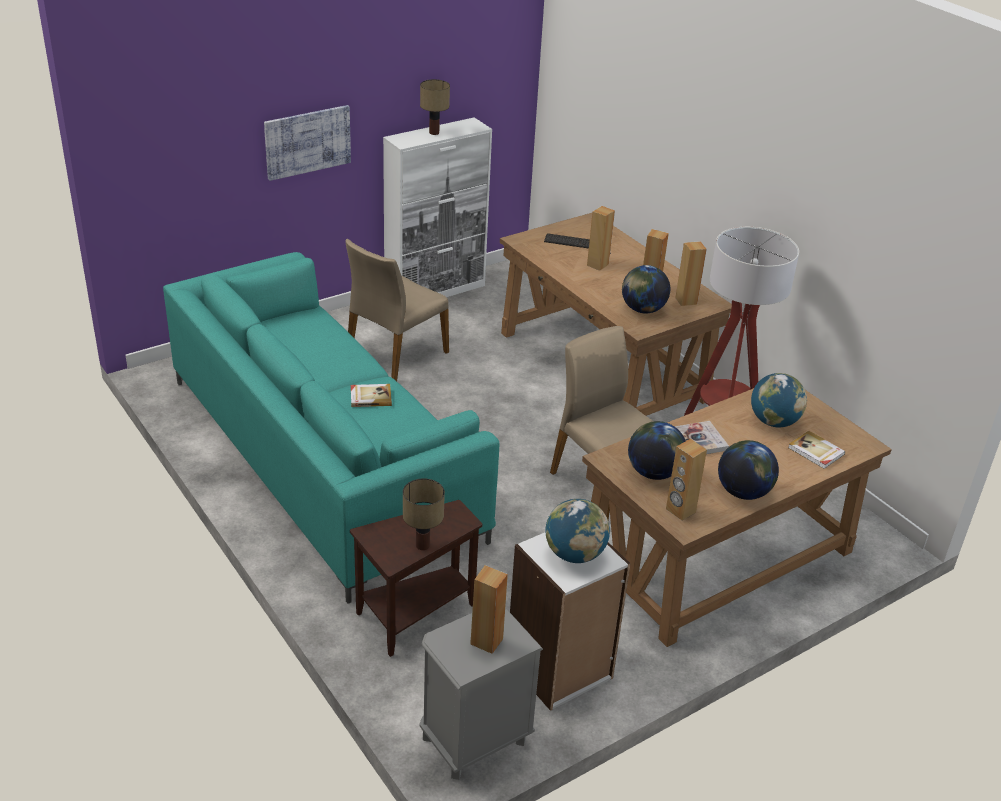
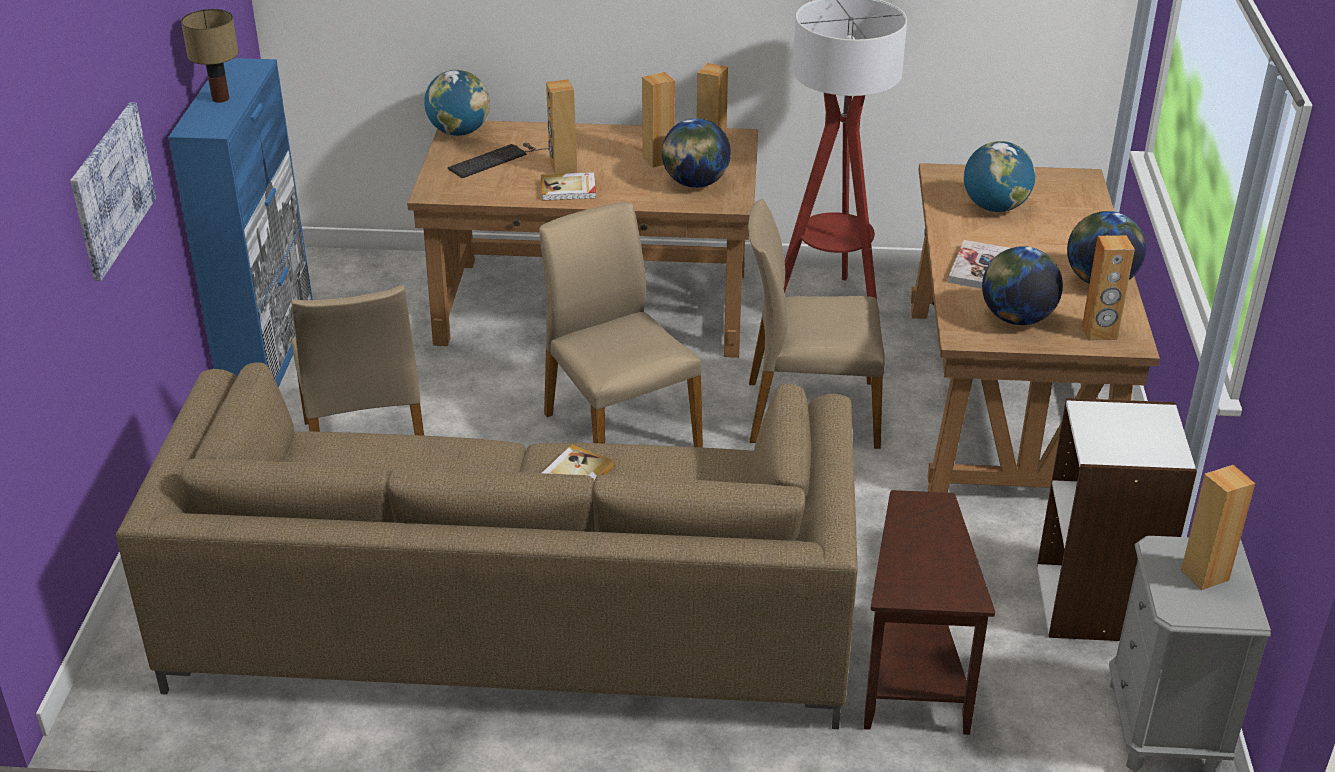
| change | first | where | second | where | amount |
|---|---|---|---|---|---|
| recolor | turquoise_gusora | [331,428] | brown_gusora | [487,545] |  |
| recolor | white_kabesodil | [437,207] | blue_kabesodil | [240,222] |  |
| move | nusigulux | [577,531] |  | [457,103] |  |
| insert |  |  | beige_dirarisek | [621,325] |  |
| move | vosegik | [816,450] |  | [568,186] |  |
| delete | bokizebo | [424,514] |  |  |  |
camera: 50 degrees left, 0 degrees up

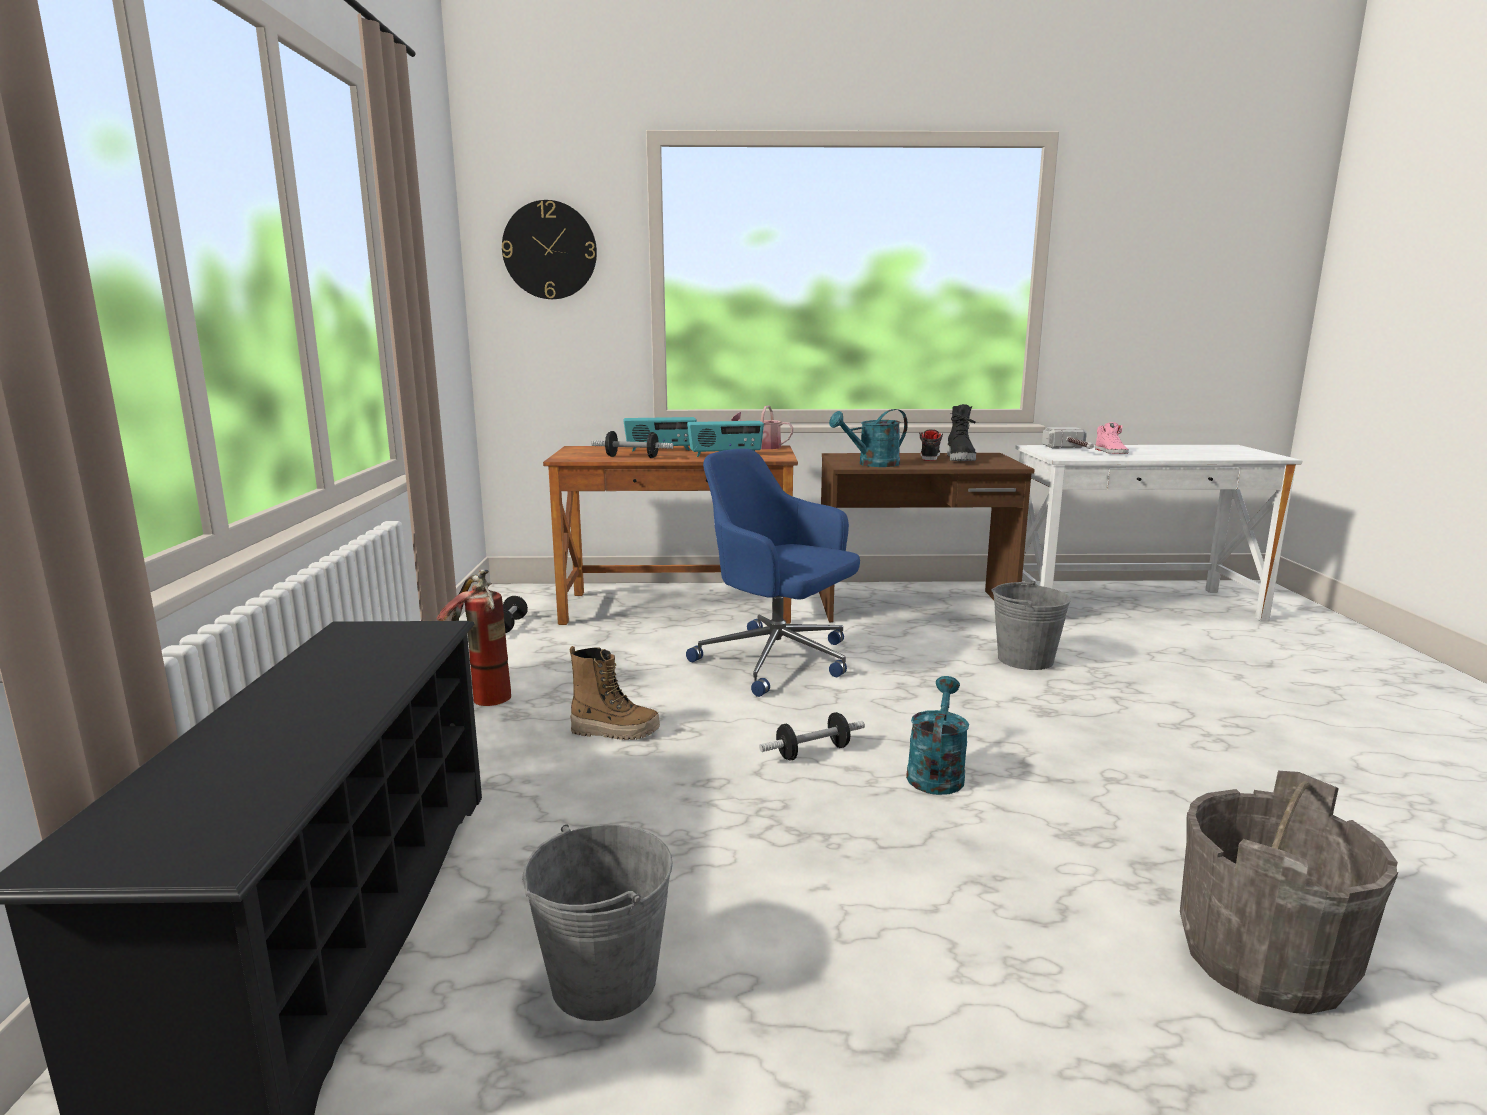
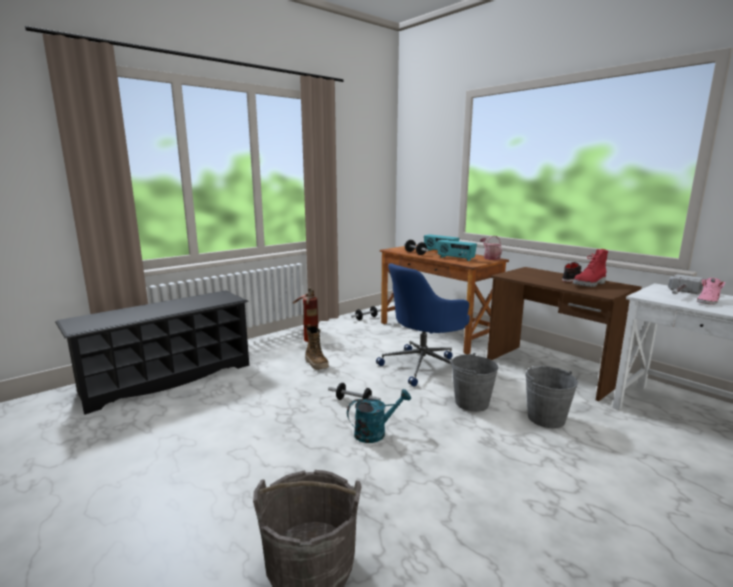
| change | first | where | second | where | amount |
|---|---|---|---|---|---|
| rotate | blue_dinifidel | [773,573] |  | [423,324] | 120 degrees counterclockwise |
| move | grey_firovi | [597,922] |  | [474,382] |  |
| recolor | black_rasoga | [961,432] | red_rasoga | [590,268] |  |
| delete | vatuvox | [549,249] |  |  |  |
| delete | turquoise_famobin | [868,438] |  |  |  |
camera: 50 degrees right, 0 degrees up

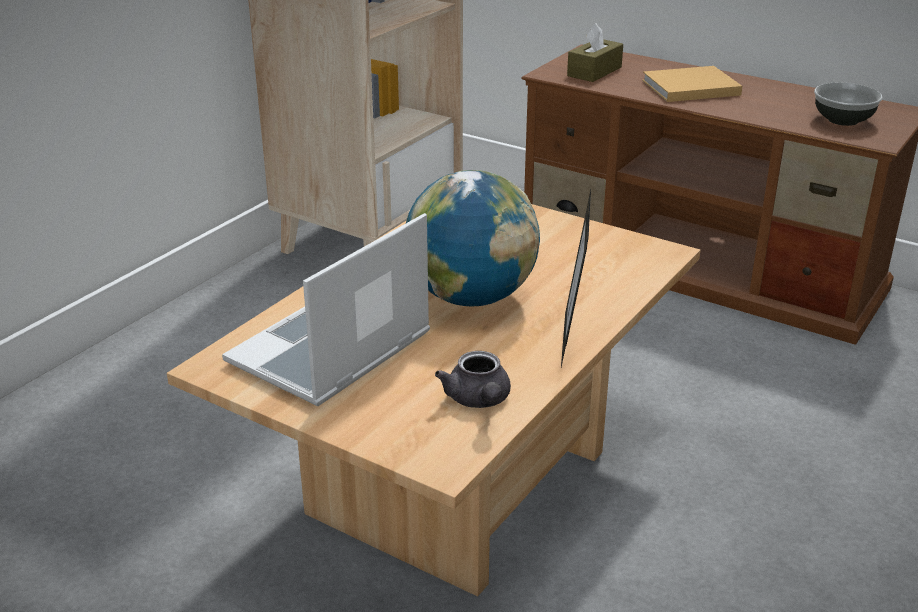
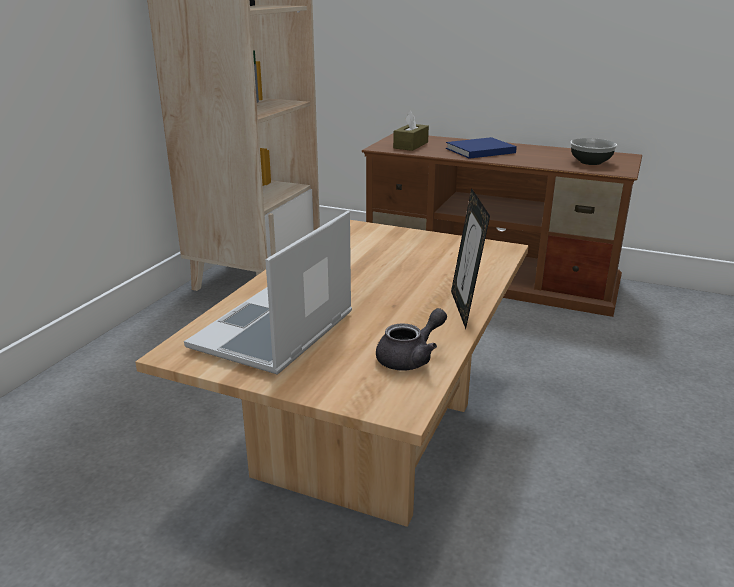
| change | first | where | second | where | amount |
|---|---|---|---|---|---|
| rotate | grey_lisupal | [473,379] |  | [411,339] | 105 degrees counterclockwise |
| recolor | beige_vosegik | [692,84] | blue_vosegik | [481,148] |  |
| delete | nusigulux | [473,238] |  |  |  |
camera: 10 degrees left, 5 degrees down

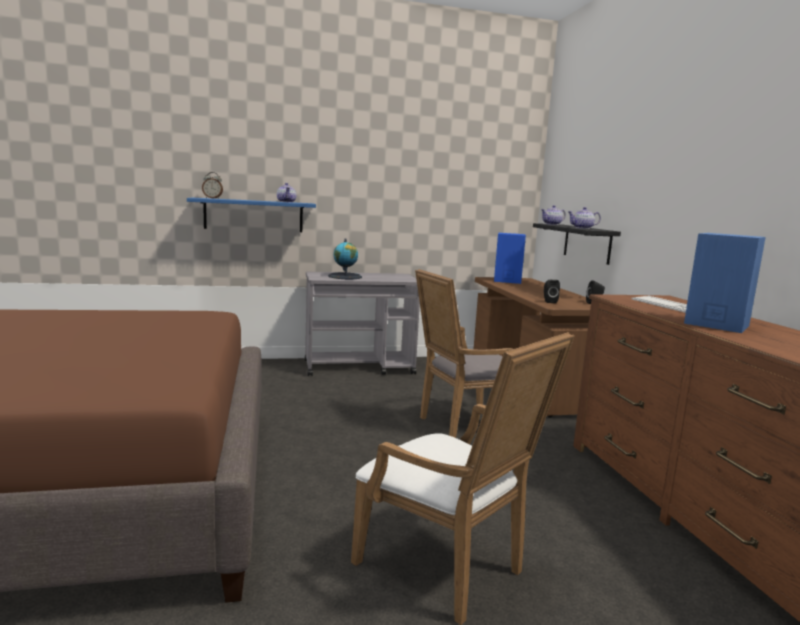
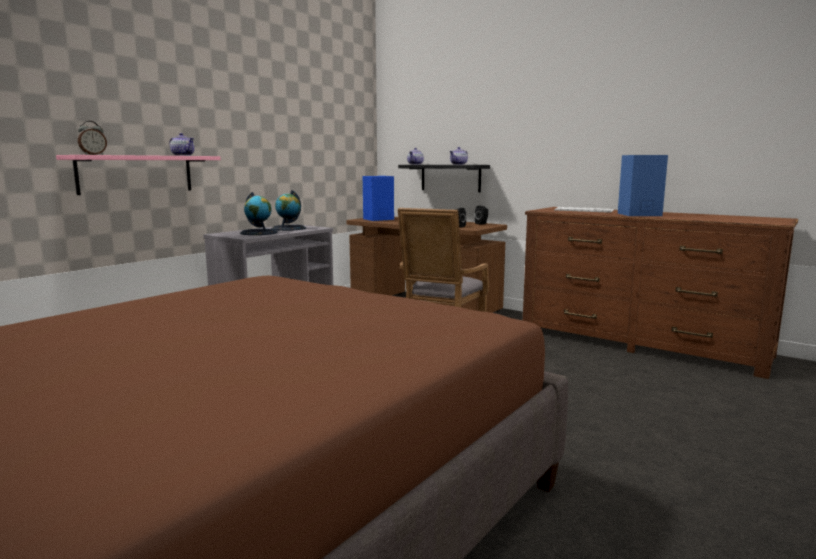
| change | first | where | second | where | amount |
|---|---|---|---|---|---|
| recolor | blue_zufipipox | [251,215] | pink_zufipipox | [138,175] |  |
| insert |  |  | nusigulux | [288,210] |  |
| delete | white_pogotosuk | [462,478] |  |  |  |
camera: 40 degrees left, 0 degrees up

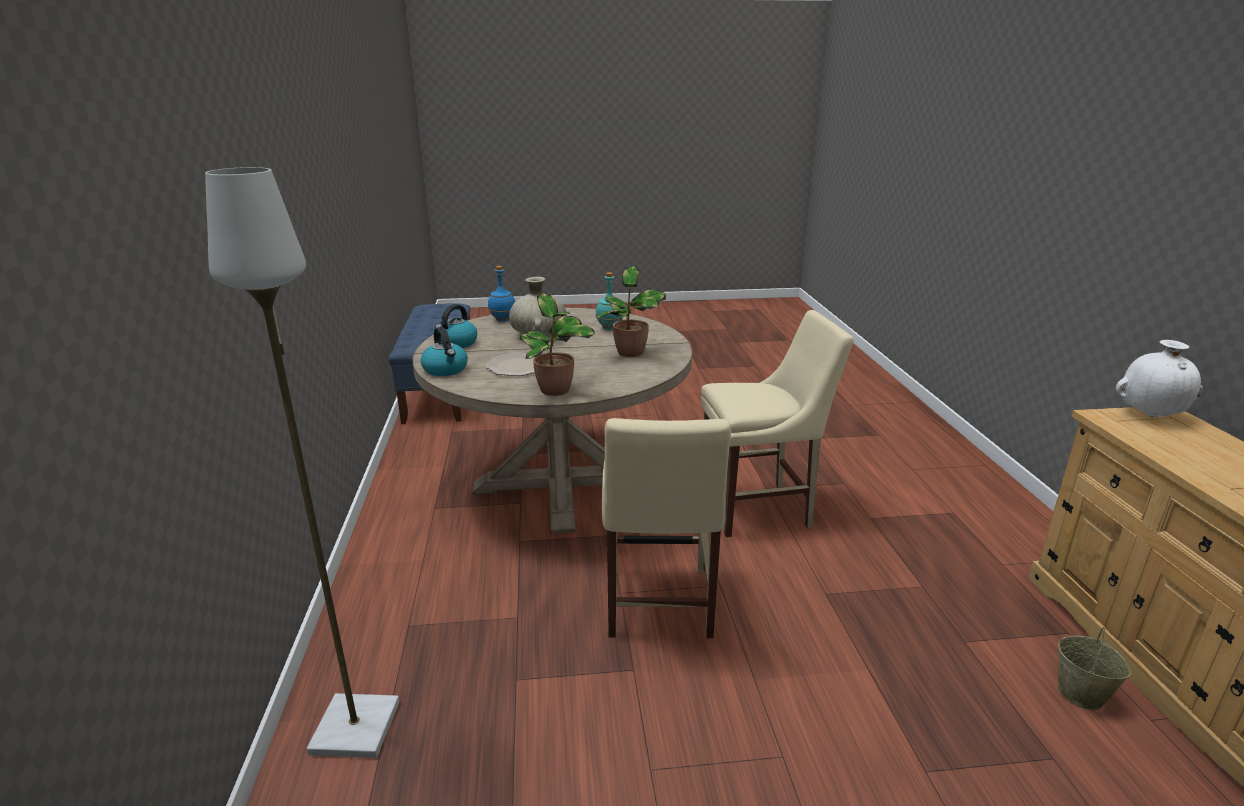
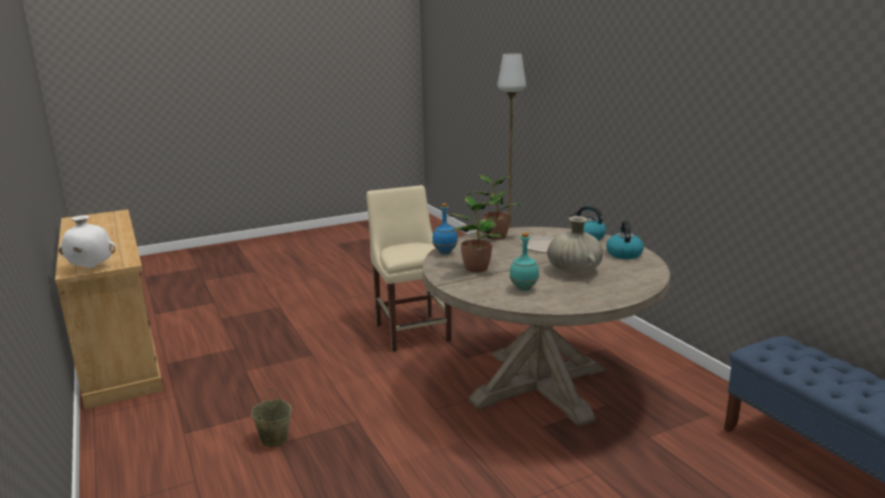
| change | first | where | second | where | amount |
|---|---|---|---|---|---|
| move | beige_firovi | [1095,668] |  | [271,418] |  |
| move | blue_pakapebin | [501,294] |  | [445,228] |  |
| delete | beige_dirarisek | [777,423] |  |  |  |
camera: 160 degrees right, 5 degrees down

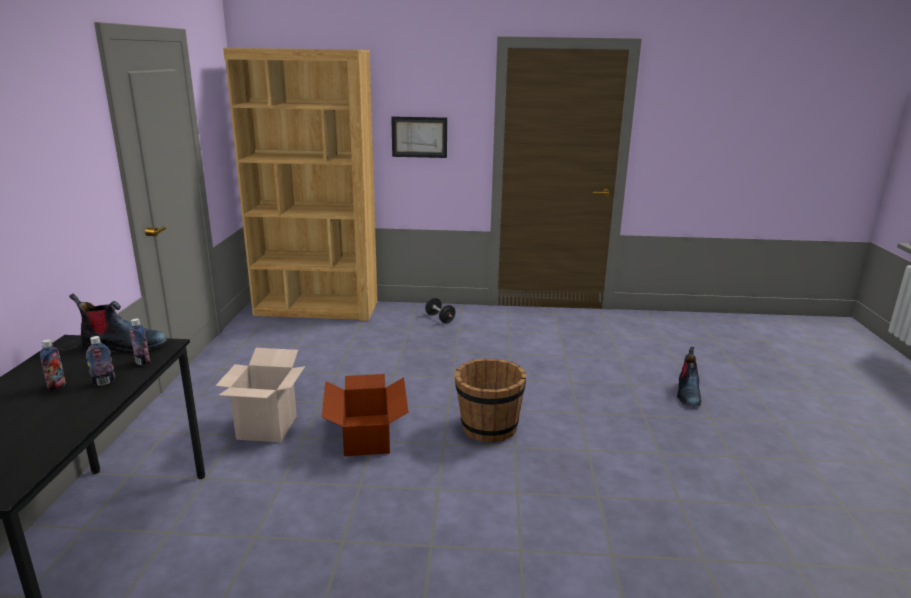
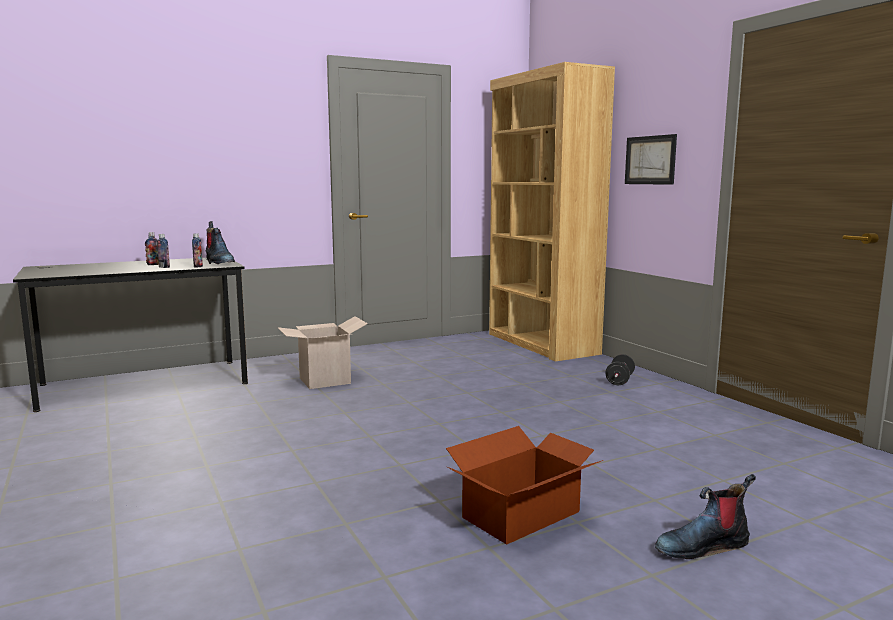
| change | first | where | second | where | amount |
|---|---|---|---|---|---|
| move | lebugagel | [365,415] |  | [524,485] |  |
| delete | brown_firovi | [490,400] |  |  |  |
camera: 60 degrees right, 10 degrees down

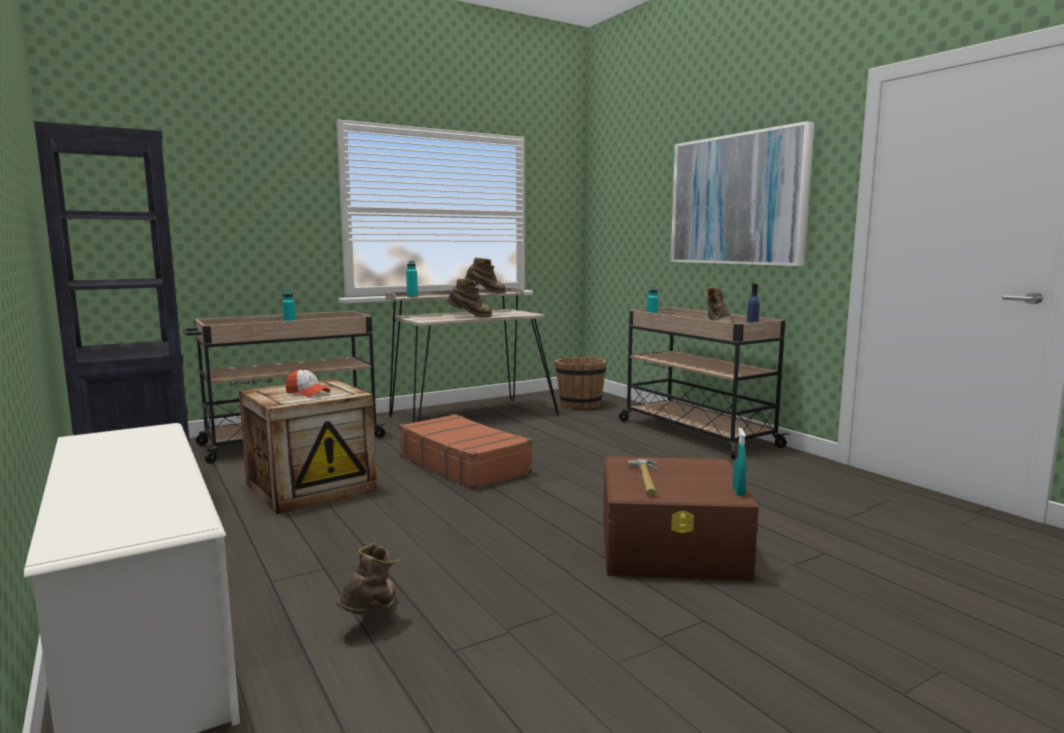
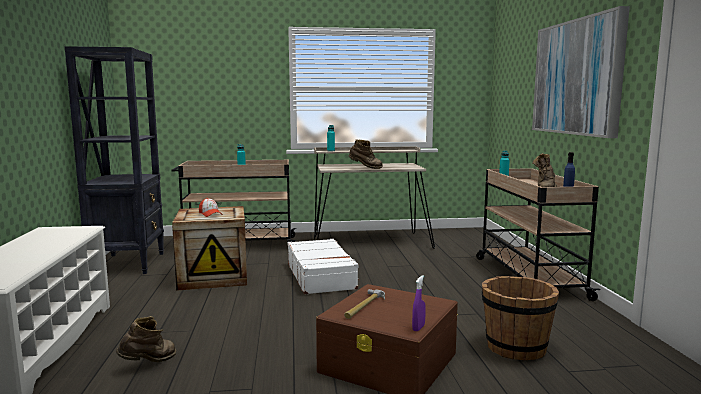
| change | first | where | second | where | amount |
|---|---|---|---|---|---|
| recolor | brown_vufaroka | [465,452] | white_vufaroka | [322,267] |  |
| recolor | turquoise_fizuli | [739,462] | purple_fizuli | [419,303] |  |
| move | brown_firovi | [581,383] |  | [520,318] |  |
| delete | brown_rasoga | [485,275] |  |  |  |
camera: 25 degrees right, 0 degrees up

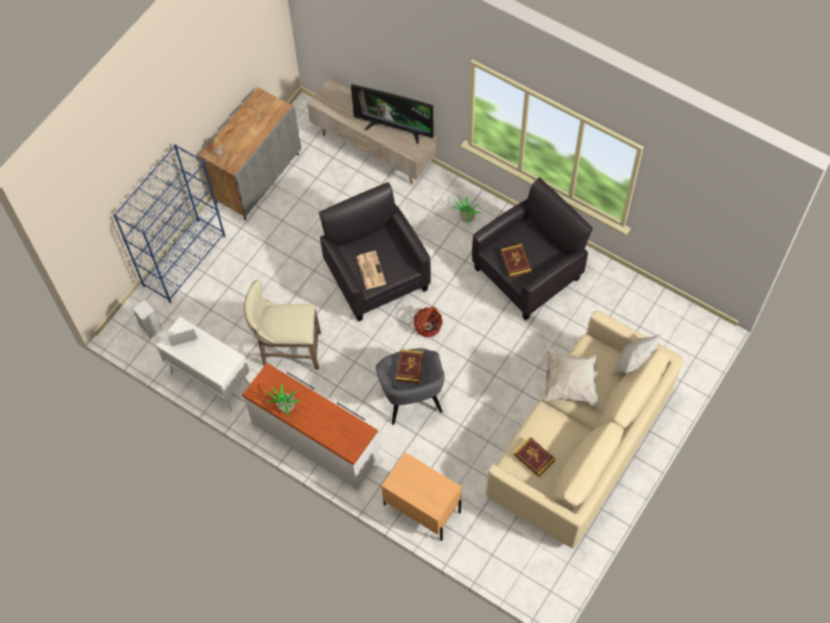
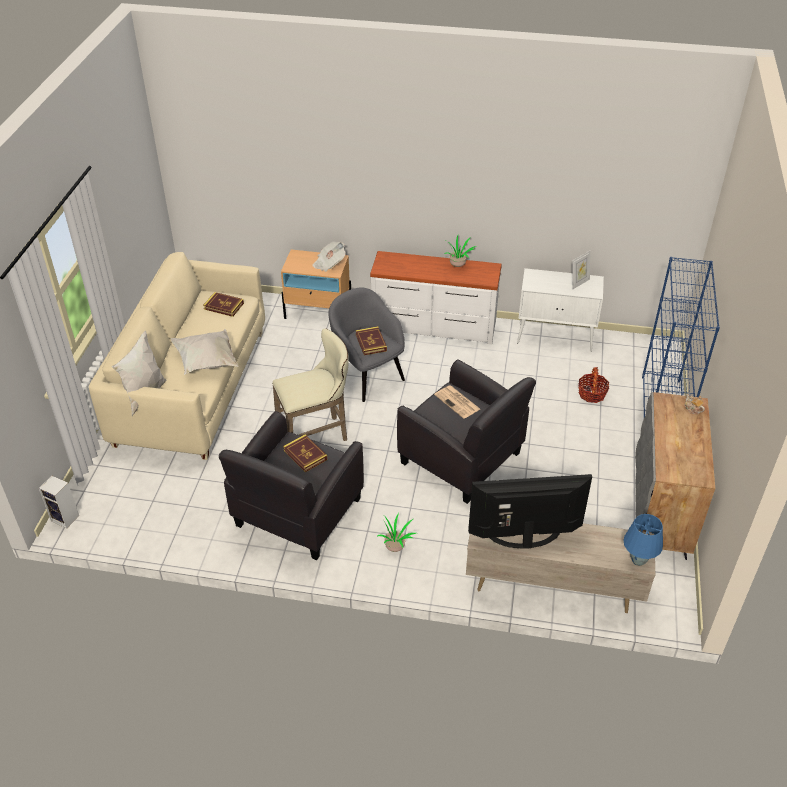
| change | first | where | second | where | amount |
|---|---|---|---|---|---|
| move | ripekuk | [147,318] |  | [59,502] |  |
| move | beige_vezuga | [282,325] |  | [310,385] |  |
| insert |  |  | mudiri | [329,256] |  |
| move | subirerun | [428,321] |  | [593,385] |  |
| insert |  |  | blue_bokizebo | [643,540] |  |
camera: 155 degrees right, 20 degrees down

